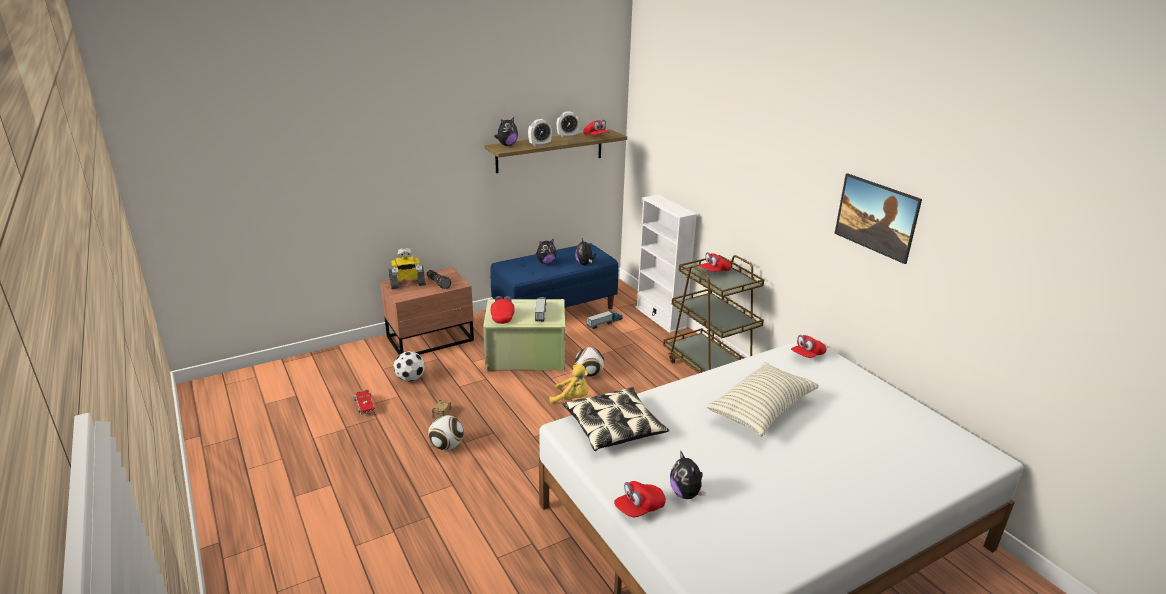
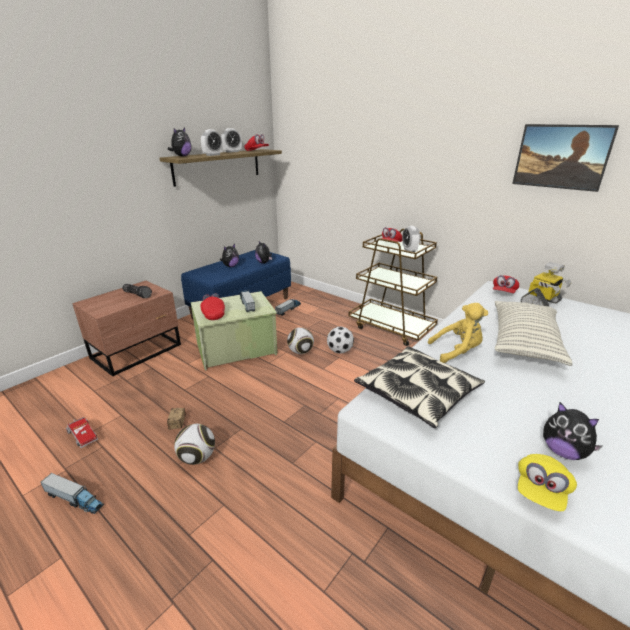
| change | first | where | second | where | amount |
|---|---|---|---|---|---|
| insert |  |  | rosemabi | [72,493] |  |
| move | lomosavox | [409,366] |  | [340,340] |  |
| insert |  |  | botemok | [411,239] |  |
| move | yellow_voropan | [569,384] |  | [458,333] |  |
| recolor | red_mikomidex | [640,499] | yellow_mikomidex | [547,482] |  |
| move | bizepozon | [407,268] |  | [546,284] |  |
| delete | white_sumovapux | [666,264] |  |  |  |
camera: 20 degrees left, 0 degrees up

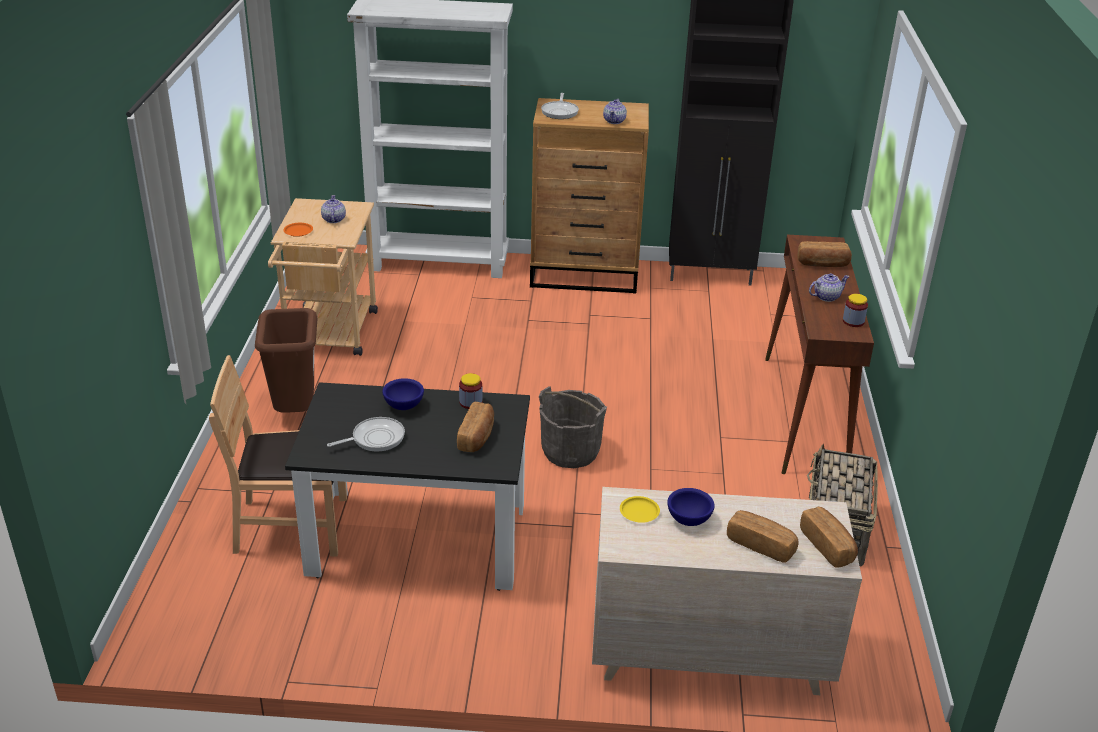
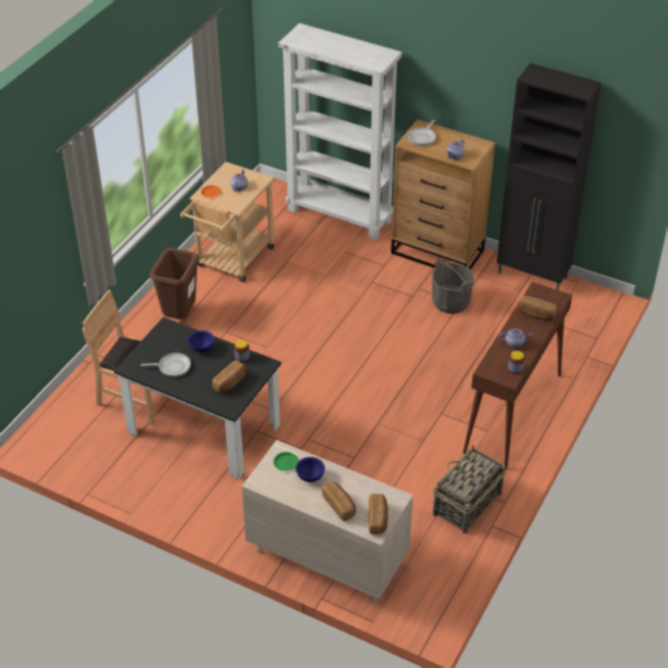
| change | first | where | second | where | amount |
|---|---|---|---|---|---|
| recolor | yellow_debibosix | [640,509] | green_debibosix | [285,461] |  |
| move | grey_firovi | [573,427] |  | [453,286] |  |
camera: 25 degrees right, 10 degrees up

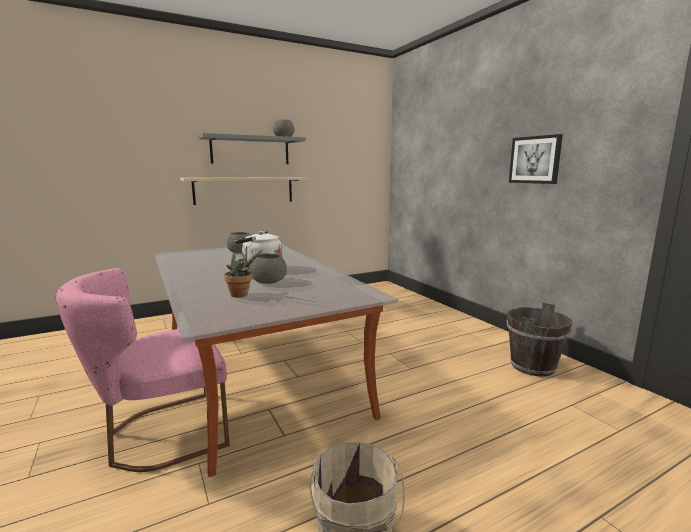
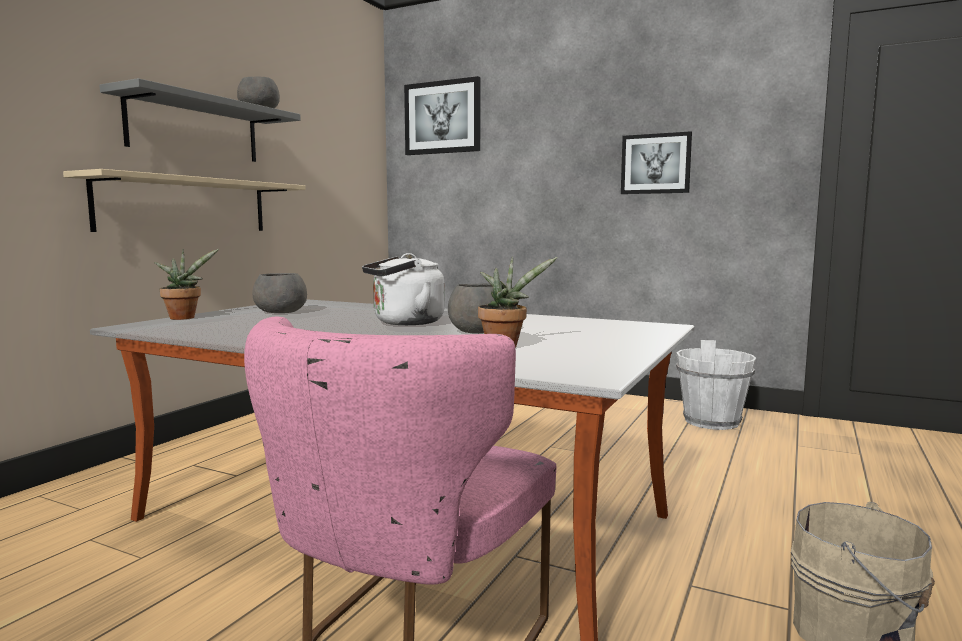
| change | first | where | second | where | amount |
|---|---|---|---|---|---|
| insert |  |  | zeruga | [186,284] |  |
| insert |  |  | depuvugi | [442,115] |  |
| recolor | brown_firovi | [539,339] | white_firovi | [716,385] |  |
camera: 35 degrees left, 5 degrees down

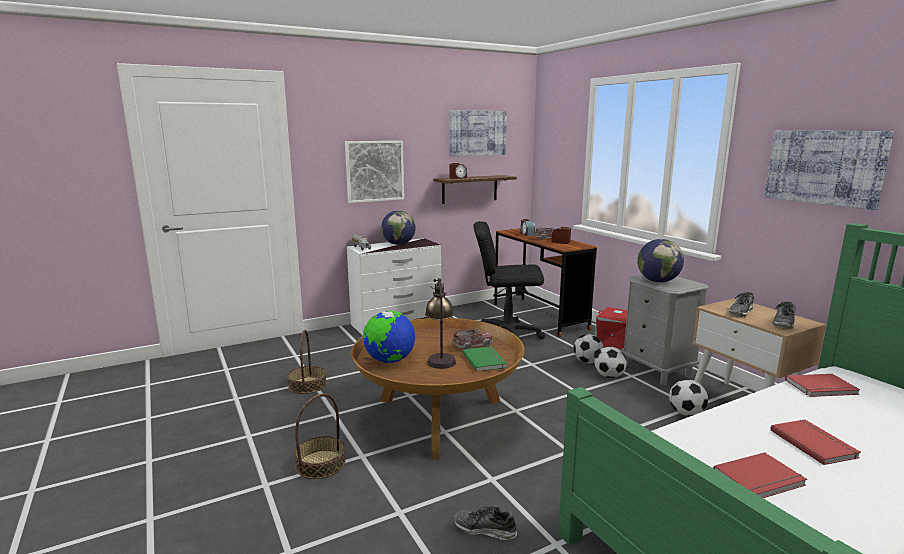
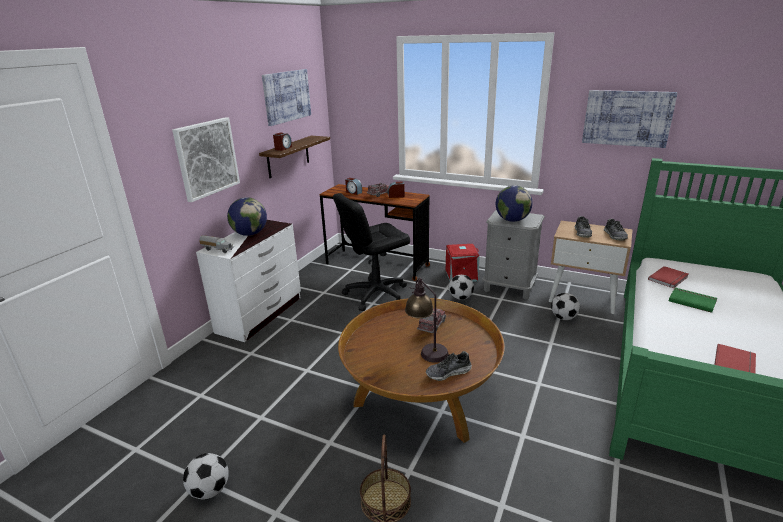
| change | first | where | second | where | amount |
|---|---|---|---|---|---|
| move | lomosavox | [610,362] |  | [206,476] |  |
| move | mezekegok | [485,523] |  | [449,366] |  |
| move | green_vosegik | [485,359] |  | [693,300] |  |
| delete | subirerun | [307,362] |  |  |  |
| delete | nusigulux | [389,337] |  |  |  |
| delete | red_vosegik | [815,442] |  |  |  |
camera: 35 degrees left, 10 degrees up

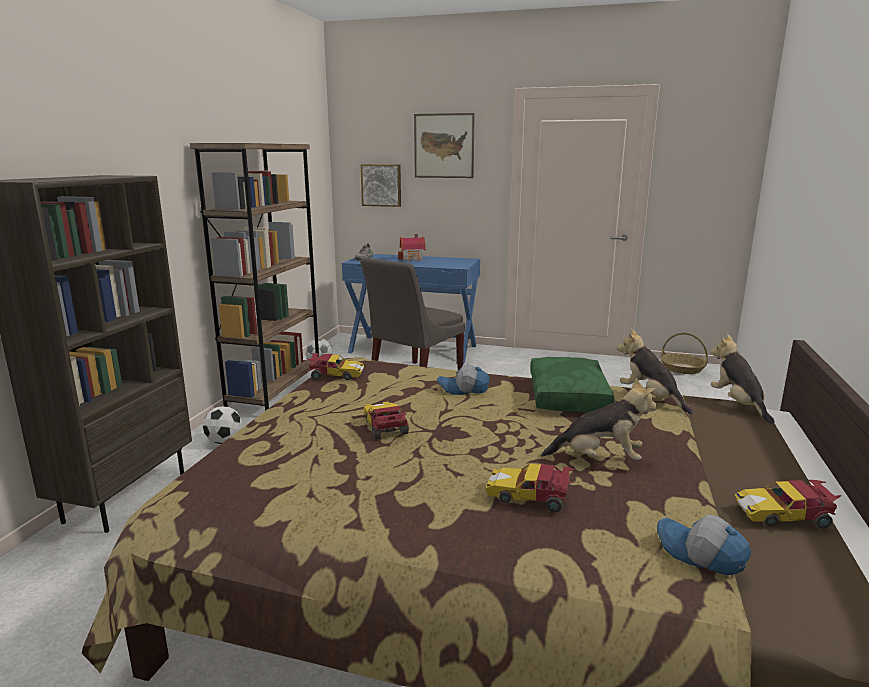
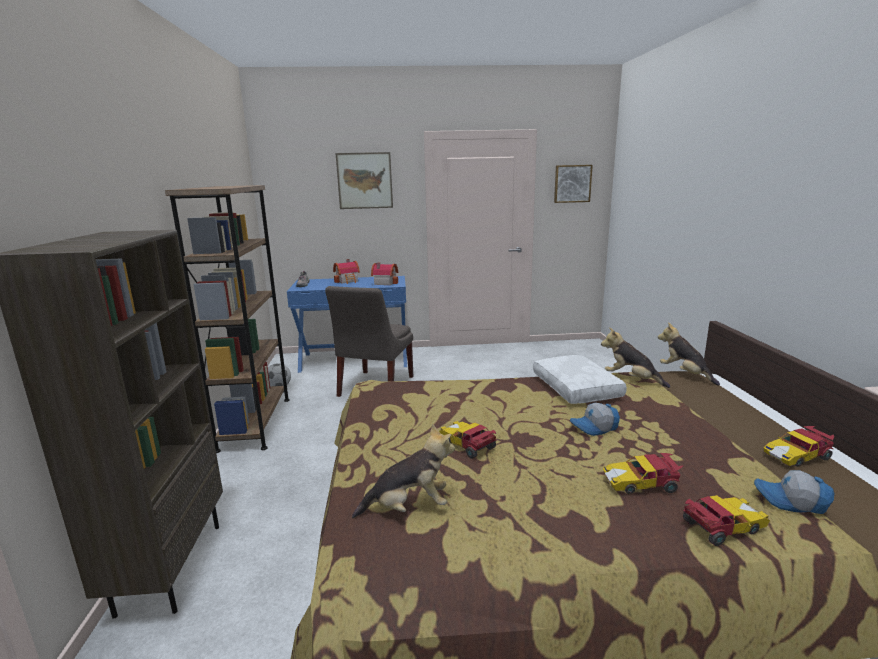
| change | first | where | second | where | amount |
|---|---|---|---|---|---|
| move | voropan | [599,419] |  | [403,471] |  |
| insert |  |  | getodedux | [384,274] |  |
| recolor | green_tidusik | [572,384] | white_tidusik | [580,379] |  |
| move | depuvugi | [380,185] |  | [573,184] |  |
| move | mikomidex | [463,380] |  | [595,419] |  |
| move | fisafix | [335,366] |  | [726,520] |  |
| delete | lomosavox | [222,425] |  |  |  |
| delete | subirerun | [684,353] |  |  |  |
camera: 20 degrees left, 0 degrees up

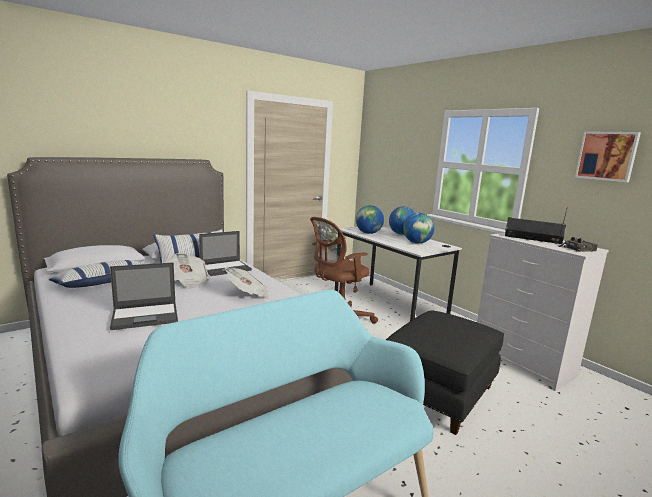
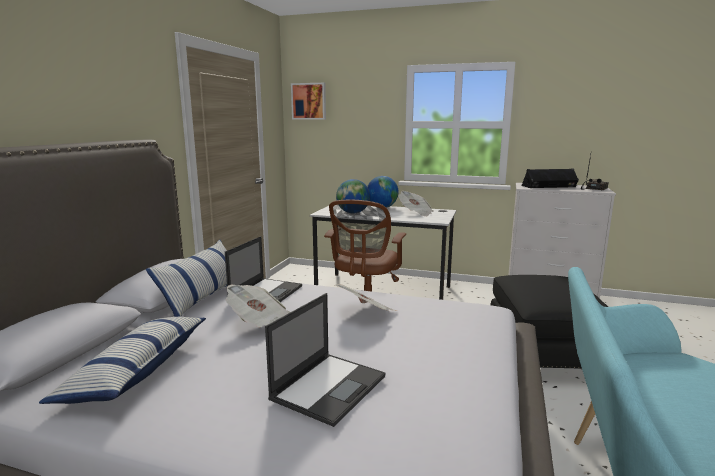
| change | first | where | second | where | amount |
|---|---|---|---|---|---|
| move | depuvugi | [608,156] |  | [308,101] |  |
| replace | nusigulux | [418,228] | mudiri | [416,204] |  |
camera: 35 degrees left, 0 degrees up

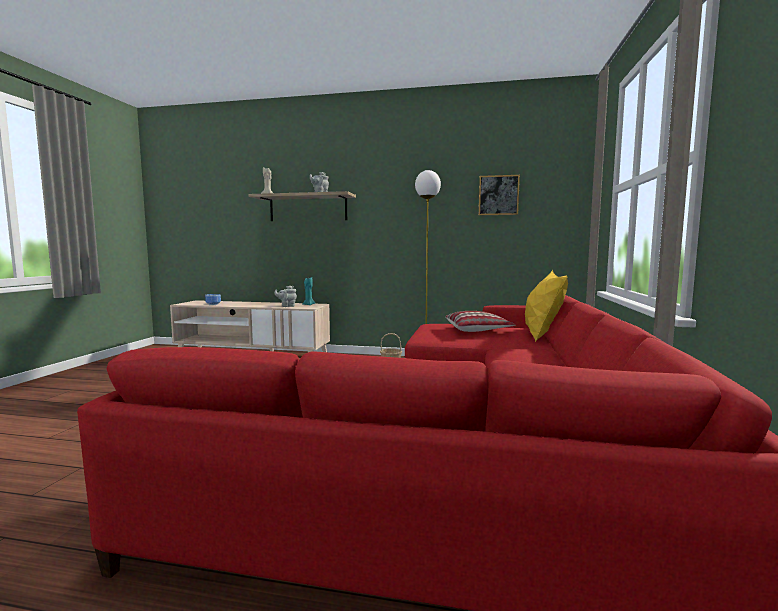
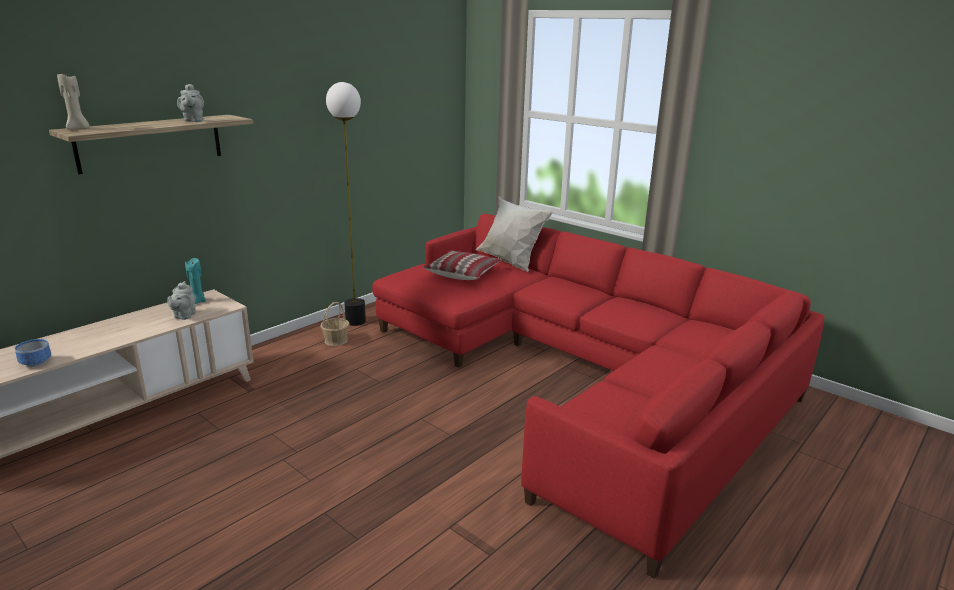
| change | first | where | second | where | amount |
|---|---|---|---|---|---|
| recolor | yellow_tidusik | [546,305] | white_tidusik | [514,234] |  |
| delete | depuvugi | [499,195] |  |  |  |
camera: 60 degrees left, 15 degrees up

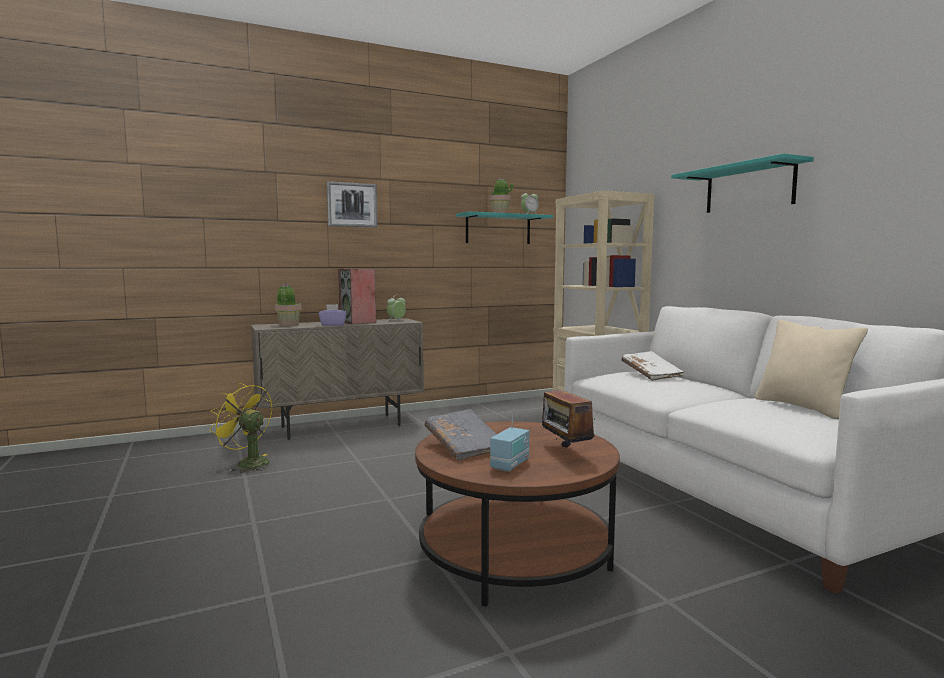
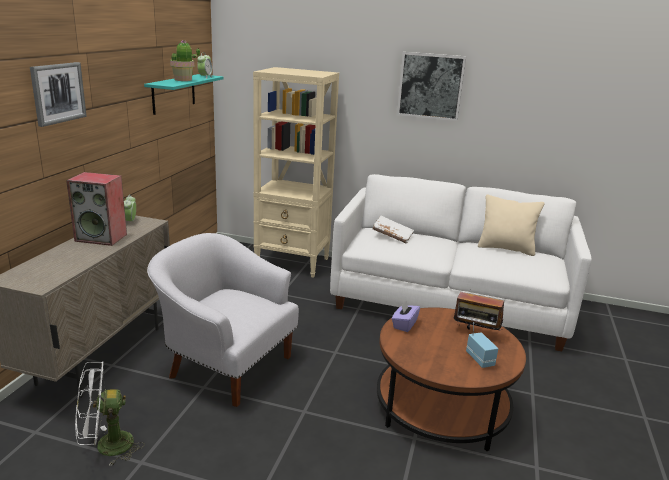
| change | first | where | second | where | amount |
|---|---|---|---|---|---|
| recolor | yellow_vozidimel | [240,428] | white_vozidimel | [110,413] |  |
| insert |  |  | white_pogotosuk | [223,320] |  |
| move | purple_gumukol | [332,315] |  | [406,316] |  |
| replace | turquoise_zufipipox | [742,183] | depuvugi | [432,86] |  |
| delete | zeruga | [288,305] |  |  |  |
| delete | grey_vosegik | [460,435] |  |  |  |
camera: 50 degrees left, 15 degrees up

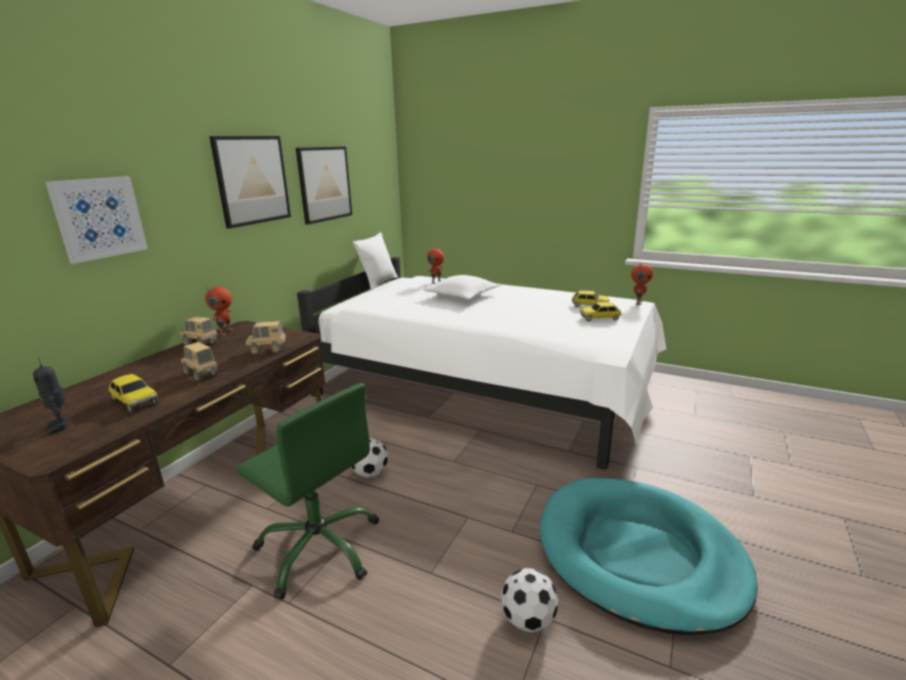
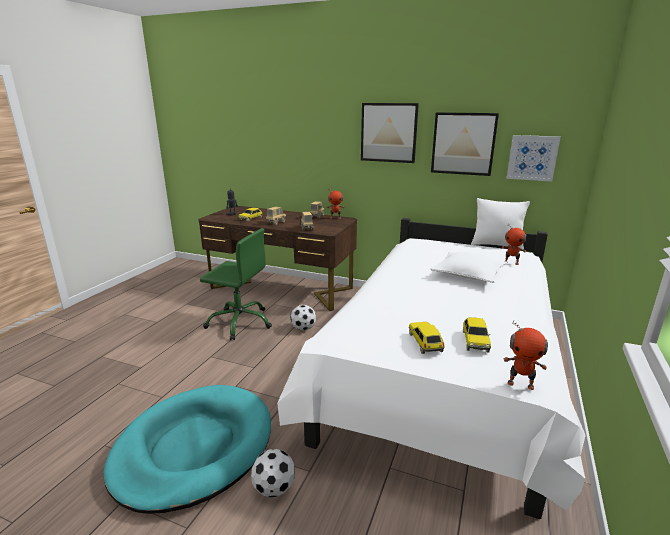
| change | first | where | second | where | amount |
|---|---|---|---|---|---|
| rotate | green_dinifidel | [307,491] |  | [236,284] | 105 degrees counterclockwise |
| move | lomosavox | [529,600] |  | [273,473] |  |
| move | depuvugi | [96,220] |  | [534,158] |  |
camera: 85 degrees right, 0 degrees up

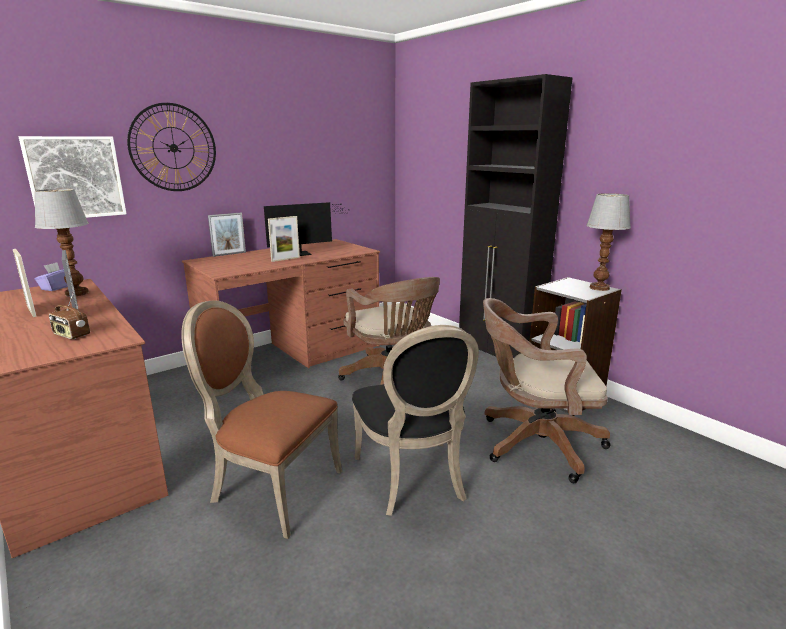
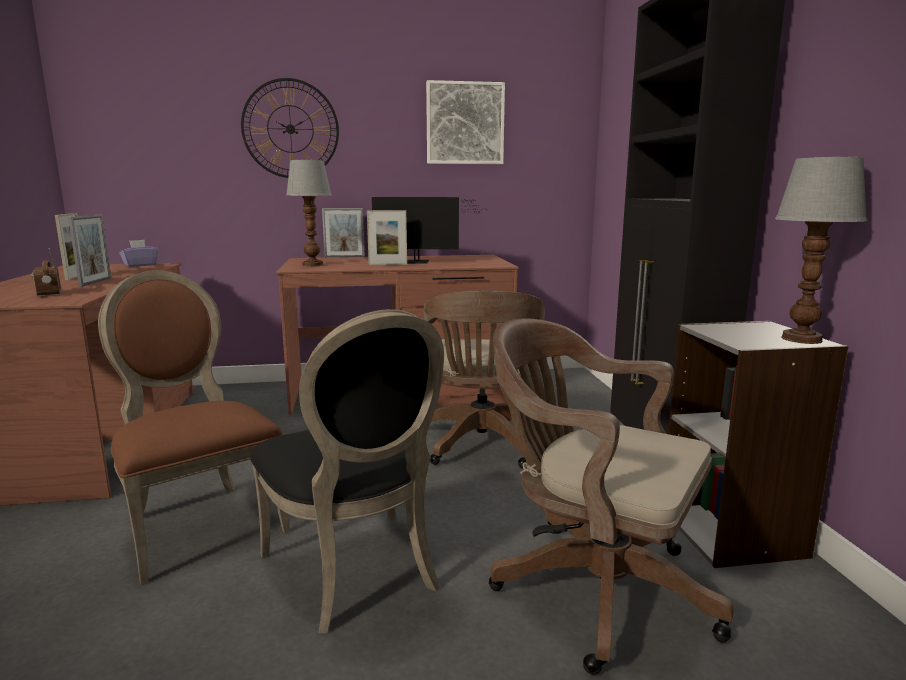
| change | first | where | second | where | amount |
|---|---|---|---|---|---|
| rotate | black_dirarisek | [415,420] |  | [347,471] | 45 degrees counterclockwise |
| move | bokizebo | [62,243] |  | [309,213] |  |
| move | depuvugi | [72,177] |  | [465,122] |  |
camera: 30 degrees right, 5 degrees down

